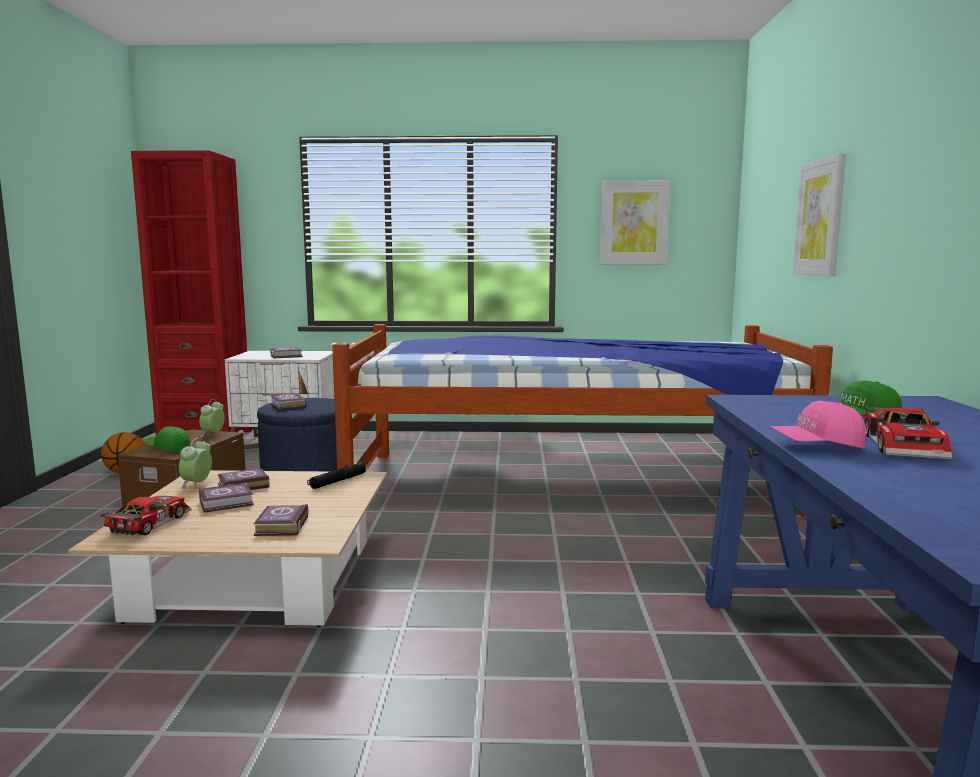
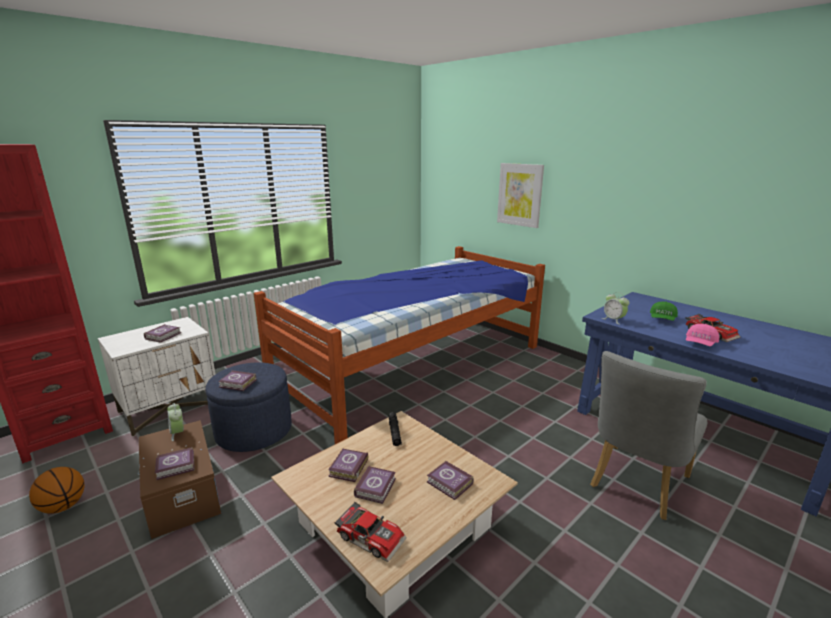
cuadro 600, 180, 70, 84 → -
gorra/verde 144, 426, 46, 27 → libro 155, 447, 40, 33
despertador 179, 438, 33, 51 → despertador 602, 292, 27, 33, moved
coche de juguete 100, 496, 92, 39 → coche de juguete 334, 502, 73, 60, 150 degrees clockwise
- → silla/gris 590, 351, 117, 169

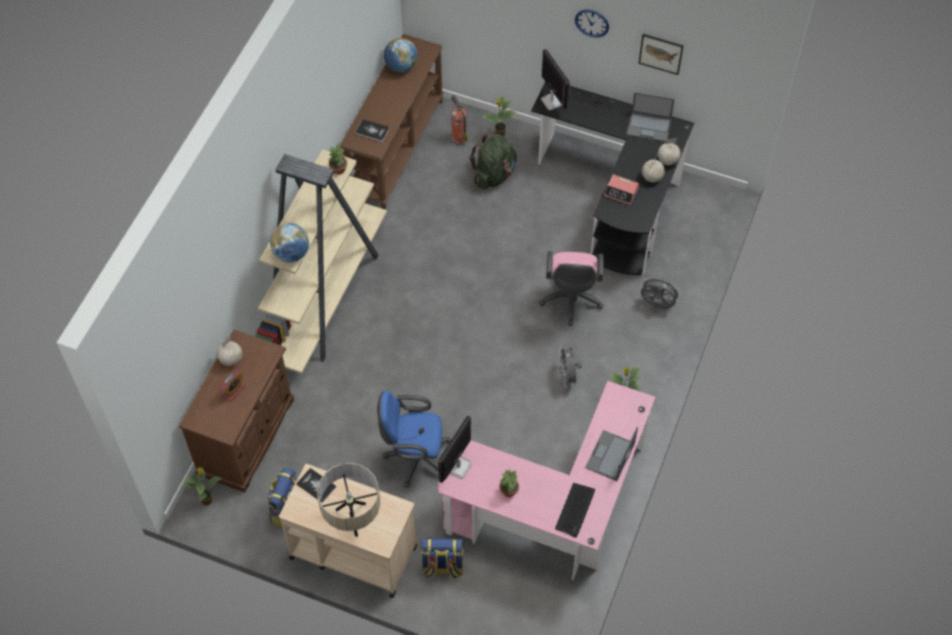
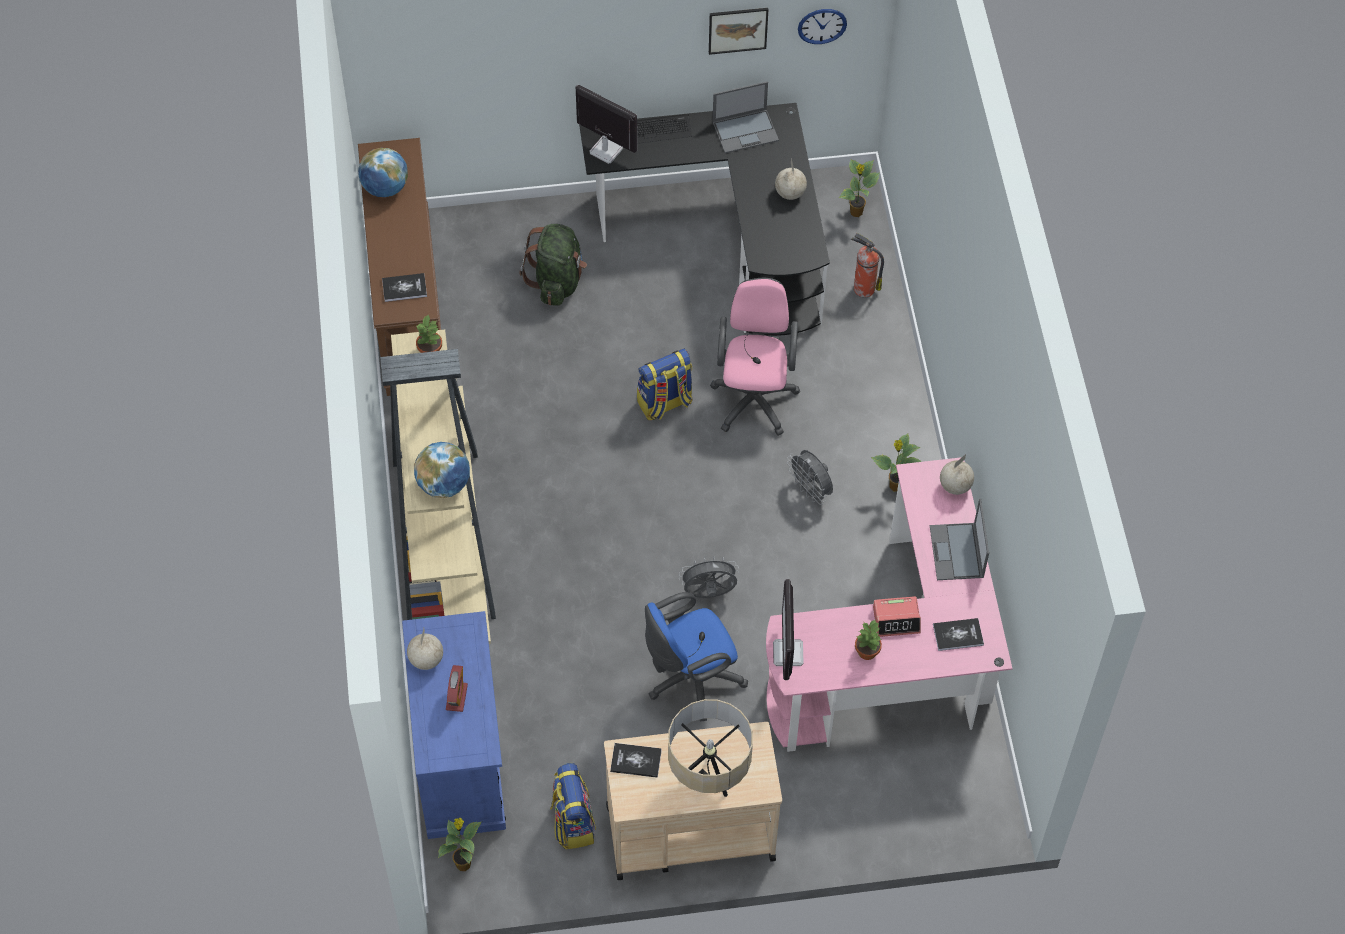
reloj de pared 575, 10, 34, 27 → reloj de pared 798, 9, 49, 35, moved
extintor 451, 95, 17, 49 → extintor 851, 233, 33, 64, moved
planta en maceta 482, 96, 35, 41 → planta en maceta 838, 160, 42, 57, moved
globo terráqueo 658, 138, 23, 27 → globo terráqueo 940, 454, 34, 41, moved
despertador 604, 174, 35, 31 → despertador 873, 596, 48, 41, moved
silla de oficina/rosa 539, 251, 65, 75 → silla de oficina/rosa 710, 278, 90, 158, 150 degrees counterclockwise
ventilador/gris 641, 277, 40, 31 → ventilador/gris 679, 556, 60, 42, moved
armario/marrón 179, 329, 115, 164 → armario/azul 402, 611, 104, 228
teclado 555, 483, 40, 55 → libro 933, 618, 51, 33
mochila 421, 537, 43, 42 → mochila 637, 349, 56, 71, moved

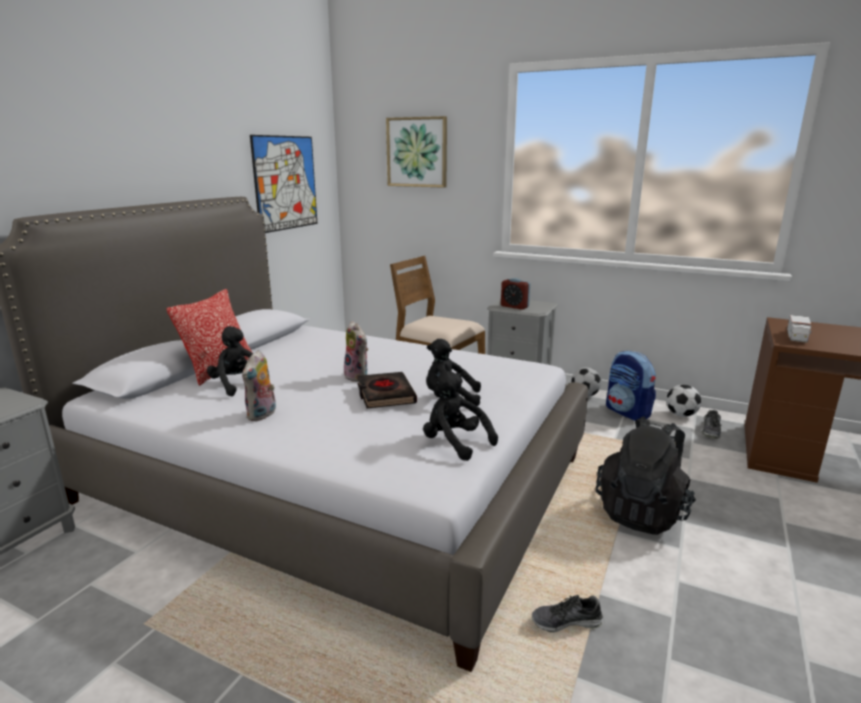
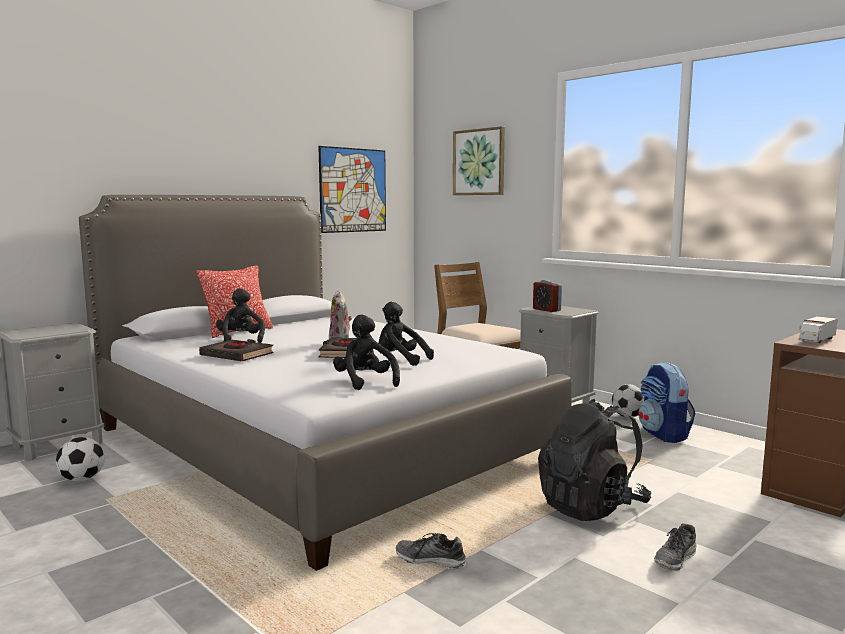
peluche 242, 350, 34, 71 → libro/negro 199, 339, 74, 23
balón de fútbol 666, 385, 35, 32 → balón de fútbol 56, 437, 49, 45, moved
zapato 702, 410, 20, 29 → zapato 654, 523, 43, 48, moved

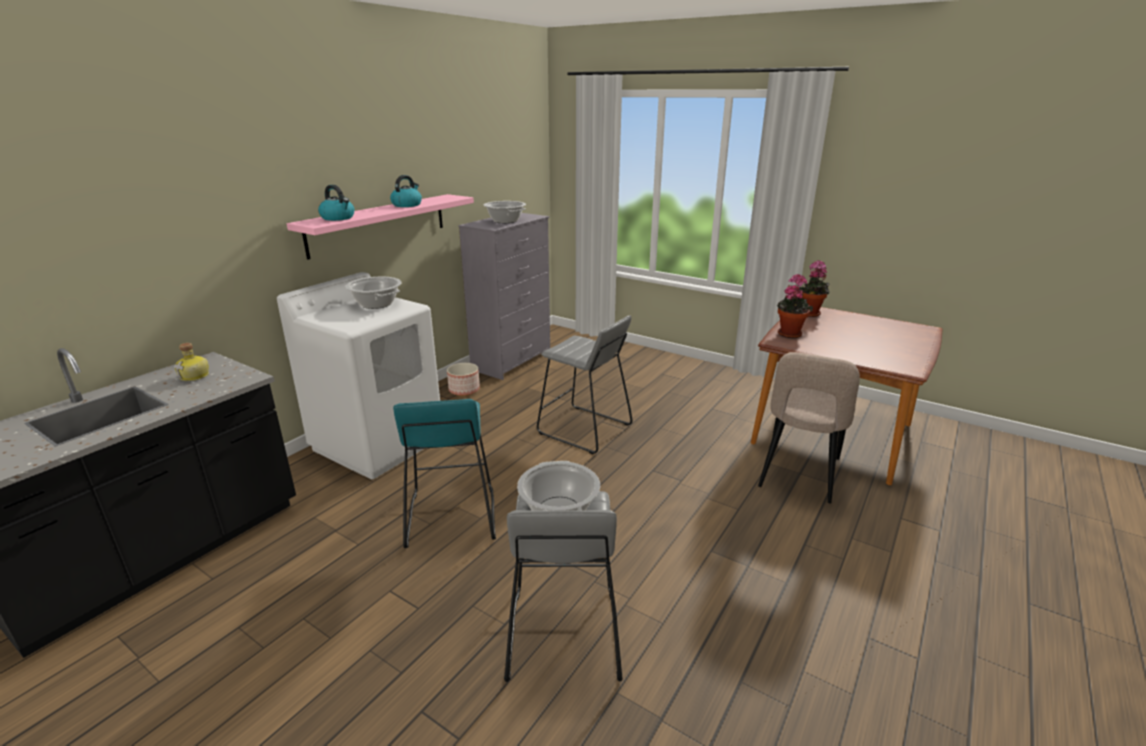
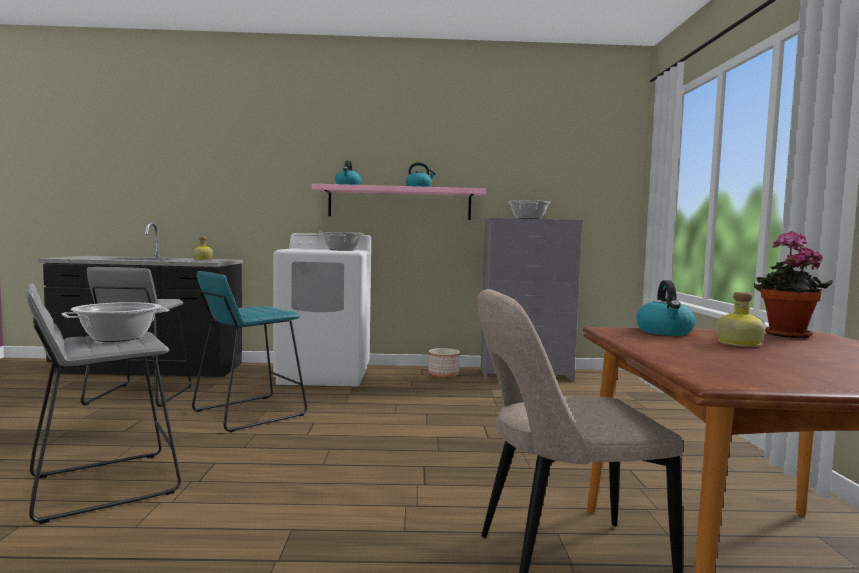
planta en maceta 777, 274, 36, 64 → hervidor 636, 280, 59, 56
taburete/gris 537, 316, 96, 138 → taburete/gris 81, 267, 110, 140, moved
- → botella 716, 292, 49, 55

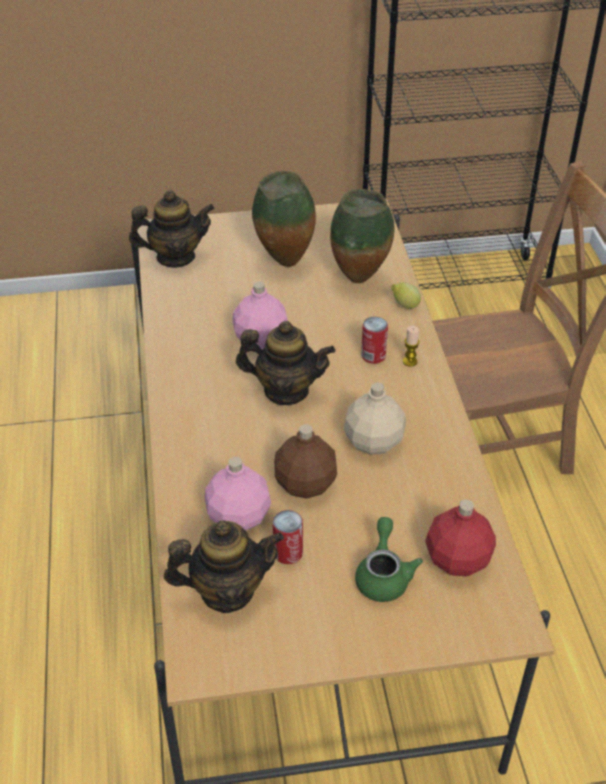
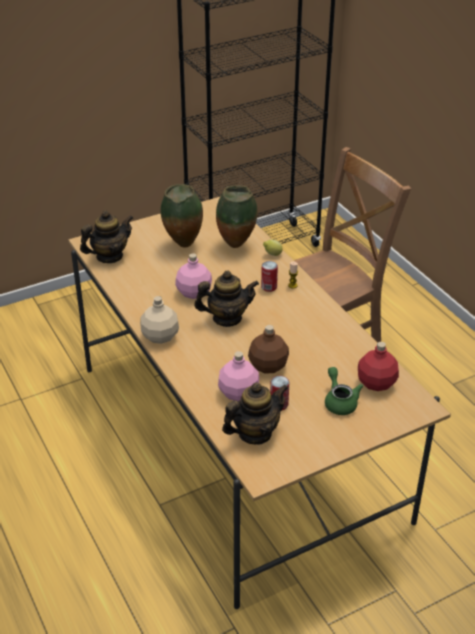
botella/beis 344, 382, 62, 73 → botella/beis 140, 296, 39, 48, moved

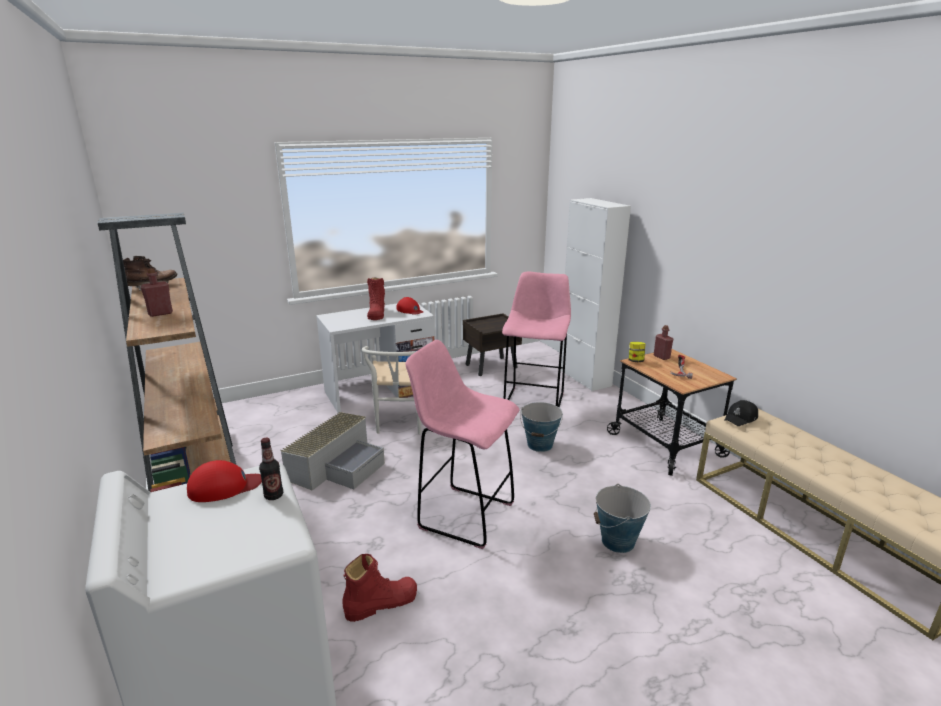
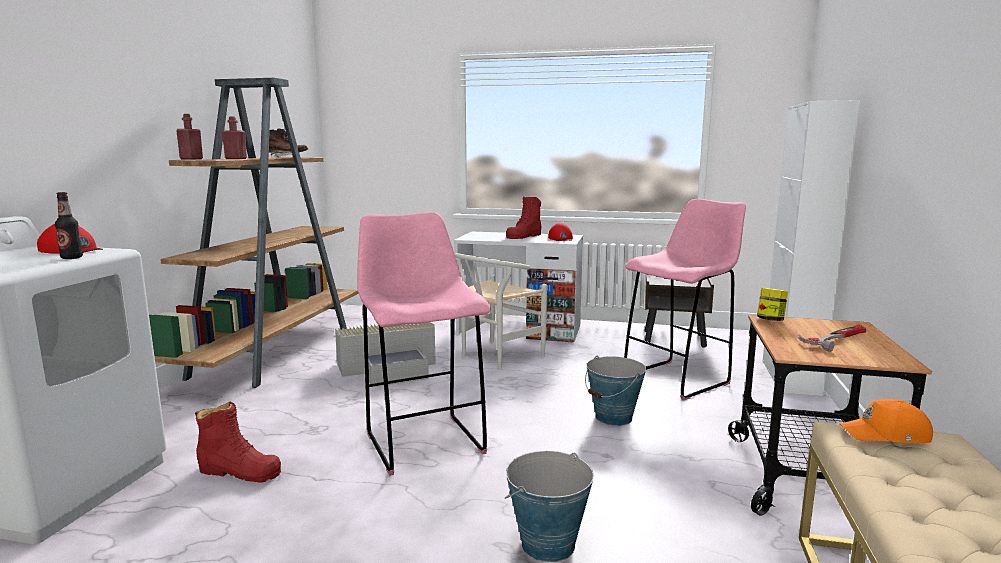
botella/rojo 654, 325, 19, 35 → botella/rojo 176, 114, 27, 46, moved
gorra/negro 724, 400, 34, 26 → gorra/naranja 840, 399, 93, 44

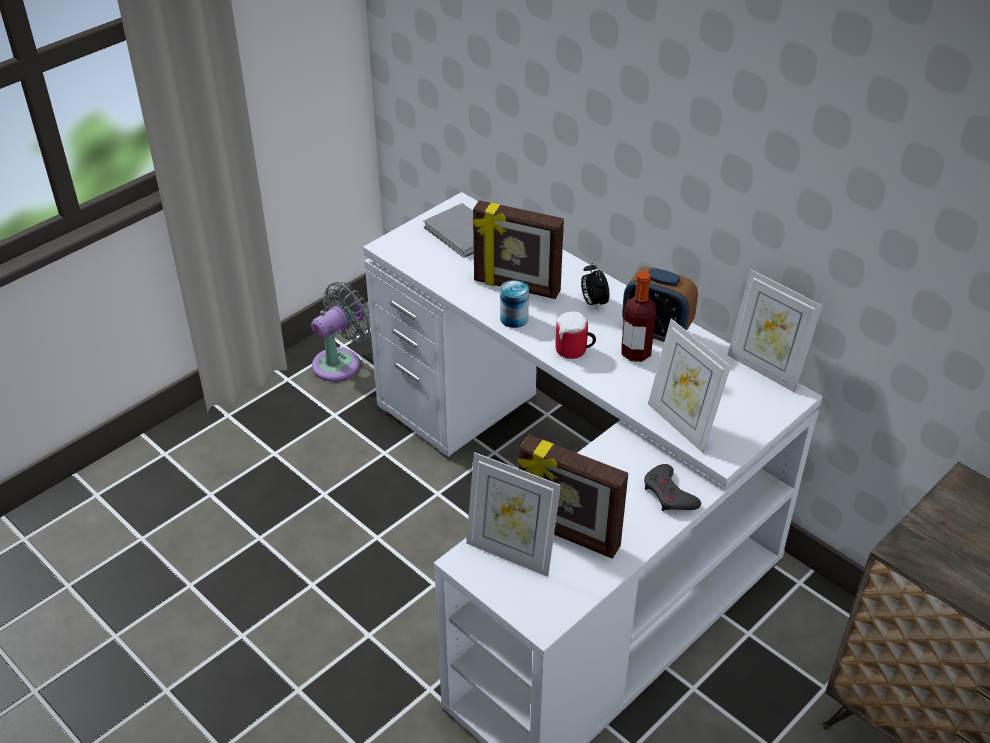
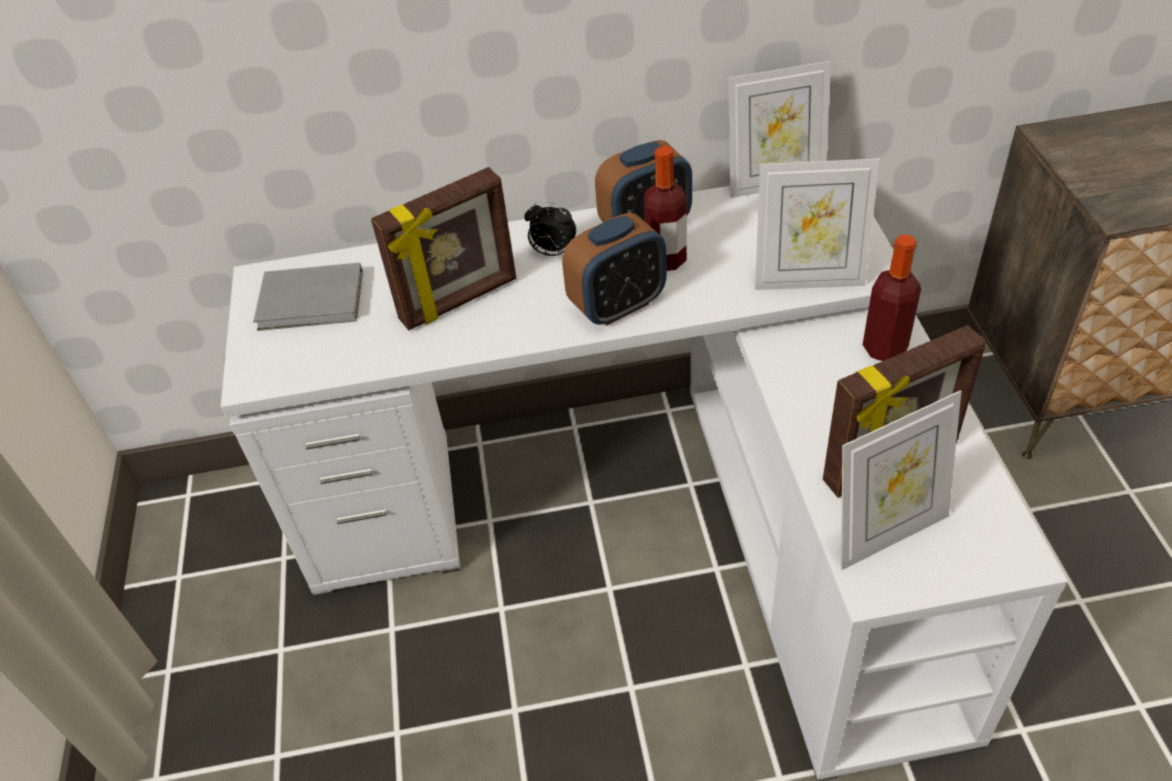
lata 500, 280, 29, 48 → -
ventilador/gris 311, 282, 60, 100 → -
taza grande 555, 312, 41, 47 → despertador 562, 212, 105, 114
mando de consola/gris 644, 464, 57, 47 → botella 863, 234, 58, 127

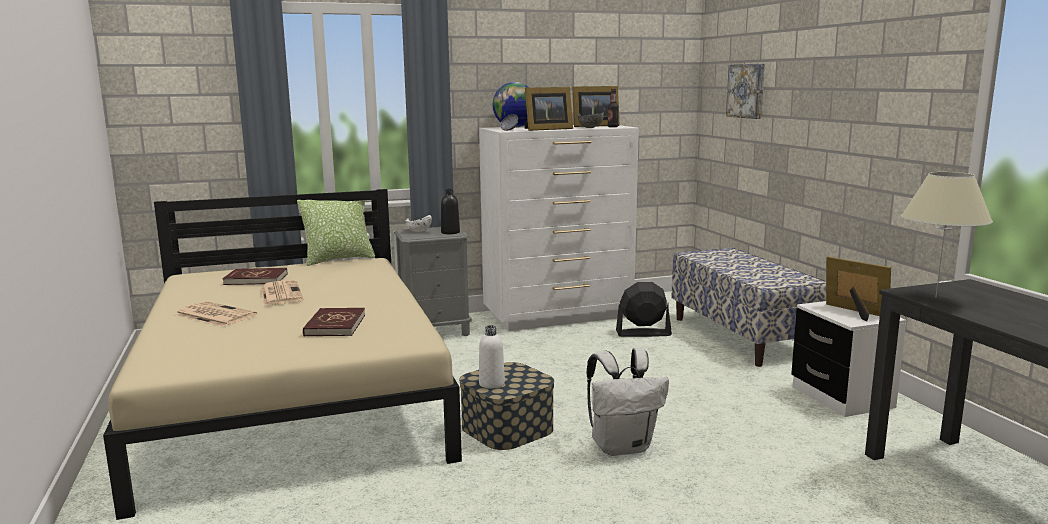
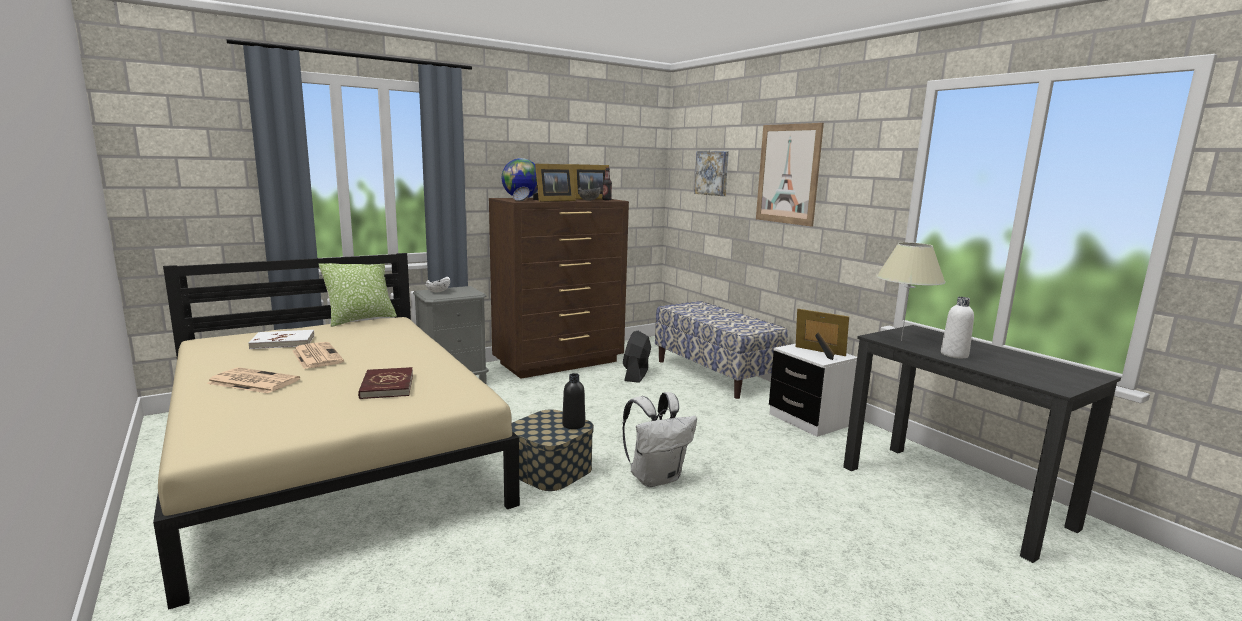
cómoda/blanco 479, 125, 160, 206 → cómoda/marrón 489, 198, 140, 181
botella/negro 441, 189, 19, 45 → botella/negro 562, 373, 23, 56, moved
libro/rojo 223, 268, 64, 17 → libro/blanco 248, 330, 66, 19
ventilador/negro 616, 282, 56, 55 → ventilador/negro 623, 331, 28, 52, 60 degrees counterclockwise
botella/blanco 479, 325, 26, 64 → botella/blanco 941, 297, 33, 61, moved
- → cuadro 756, 123, 68, 104

